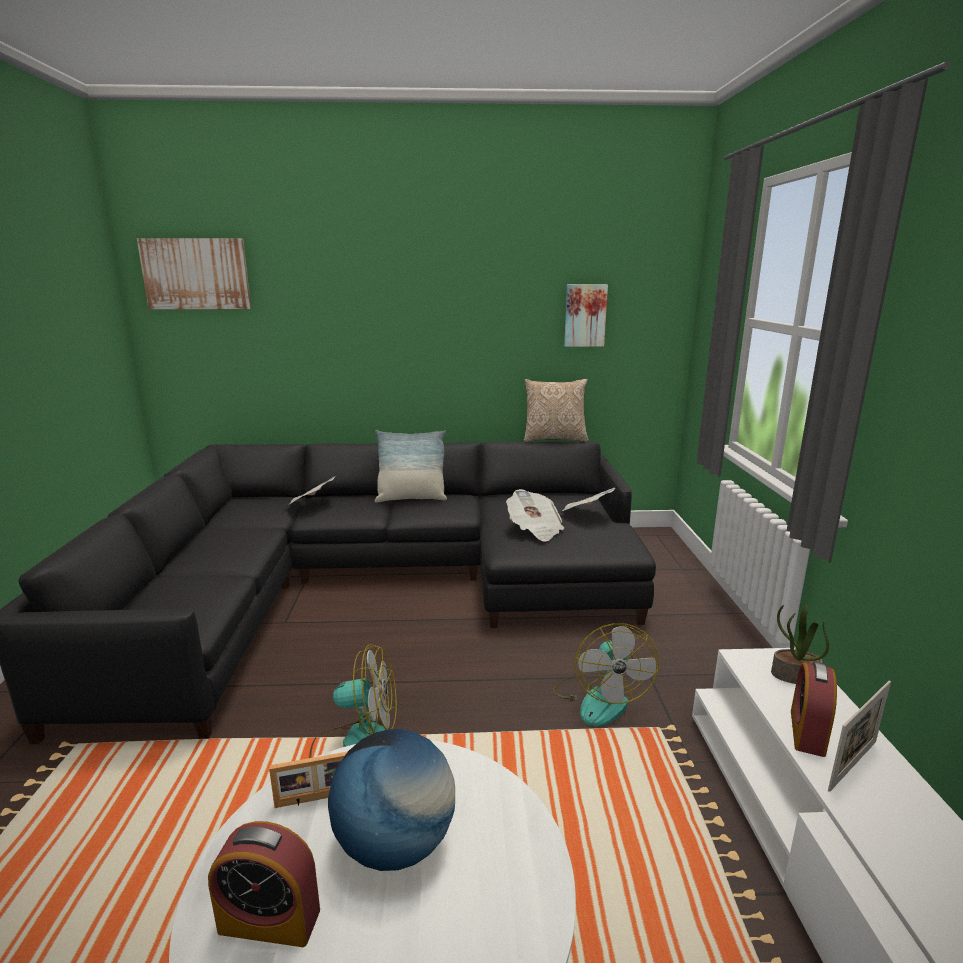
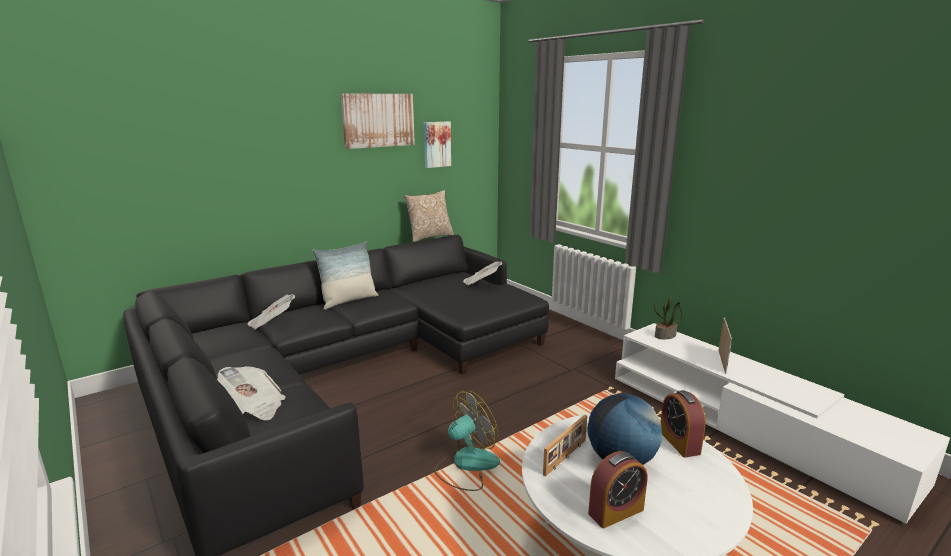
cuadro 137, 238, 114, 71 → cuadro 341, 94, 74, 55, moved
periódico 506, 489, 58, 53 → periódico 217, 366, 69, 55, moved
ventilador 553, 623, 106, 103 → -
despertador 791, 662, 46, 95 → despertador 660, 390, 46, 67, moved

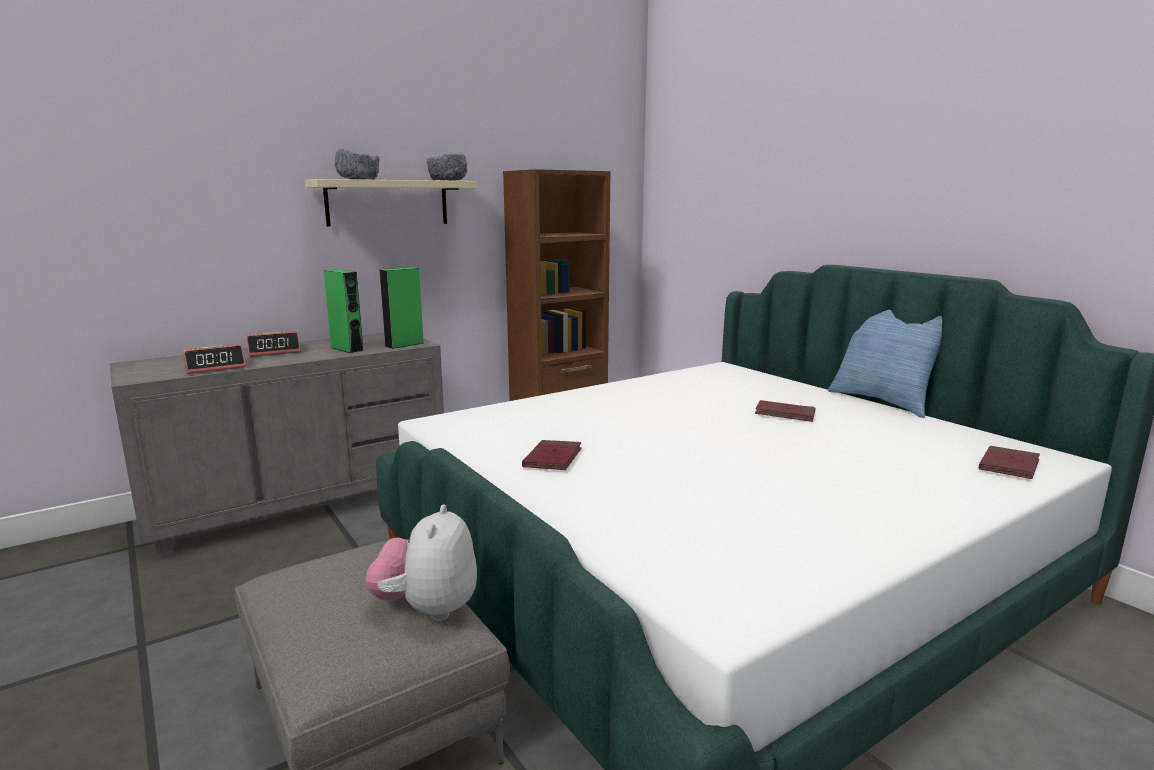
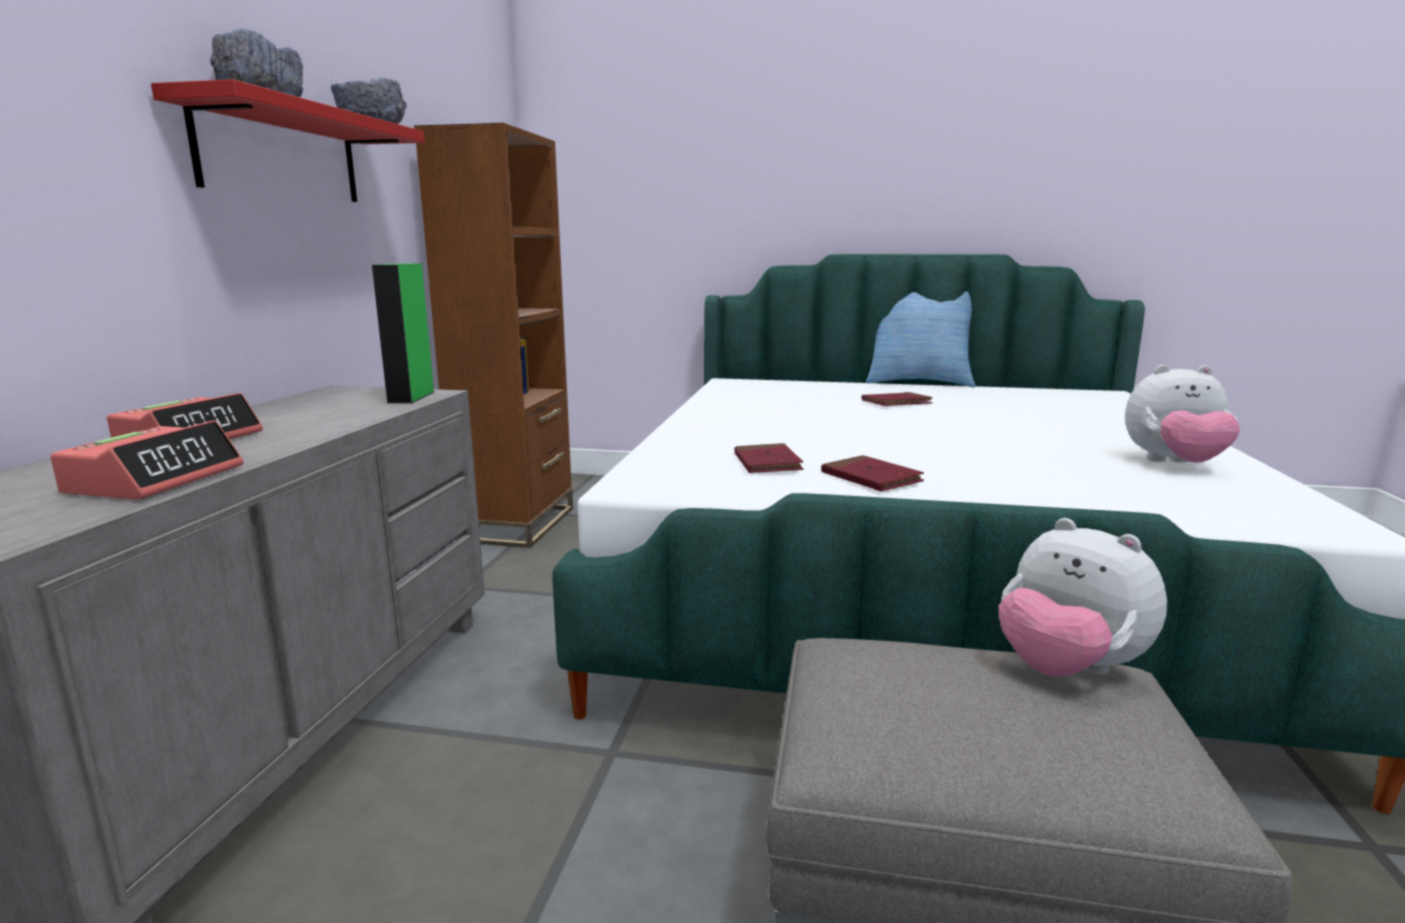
estante/beis 305, 179, 172, 48 → estante/rojo 151, 79, 274, 123
altavoz/verde 324, 269, 39, 84 → -
libro/rojo 979, 446, 61, 33 → libro/rojo 735, 443, 68, 30, moved
- → peluche 1125, 365, 115, 98

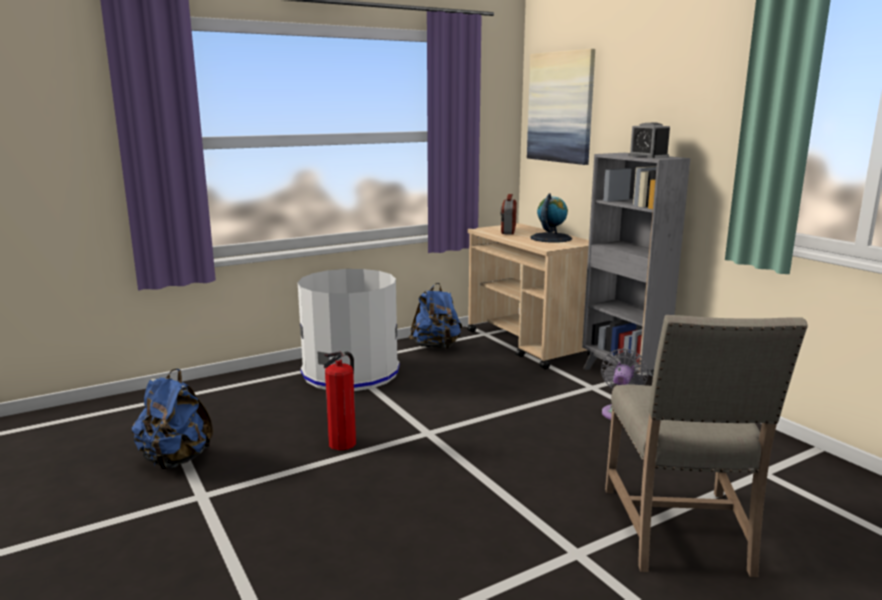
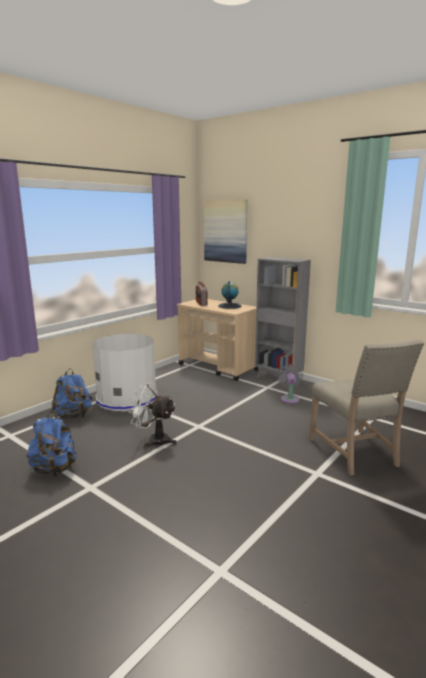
despertador 629, 123, 41, 35 → -
mochila/azul 409, 283, 53, 66 → mochila/azul 52, 369, 41, 49, moved
extintor 324, 352, 32, 98 → ventilador/blanco 129, 382, 48, 66

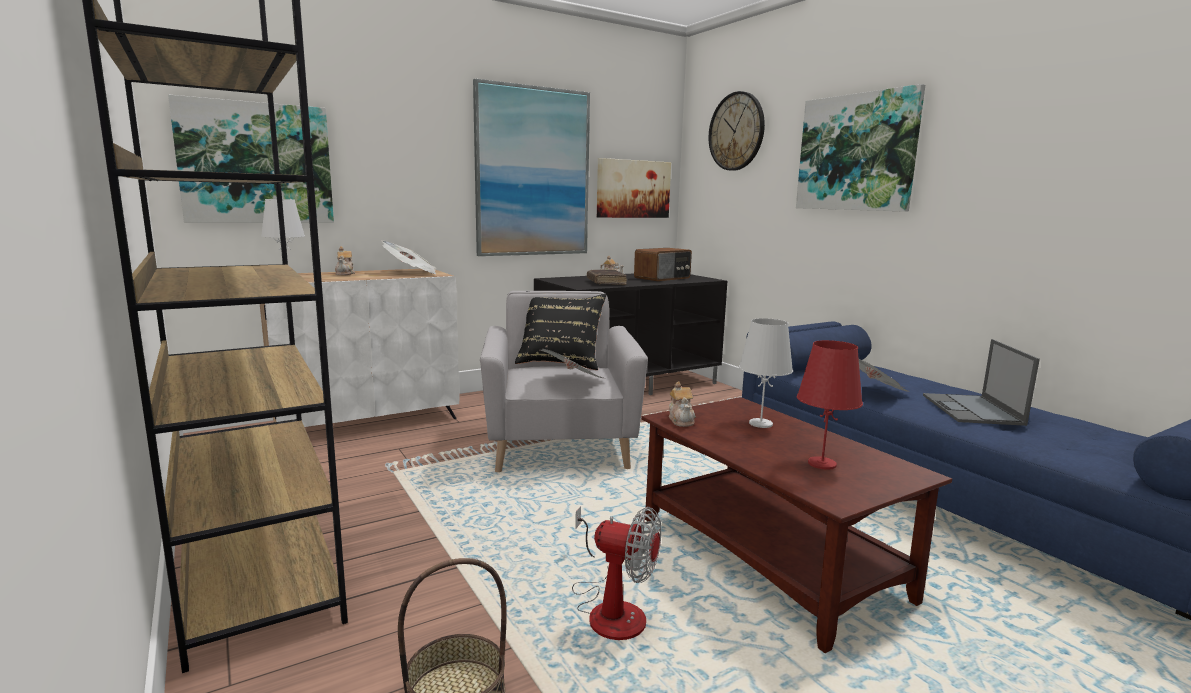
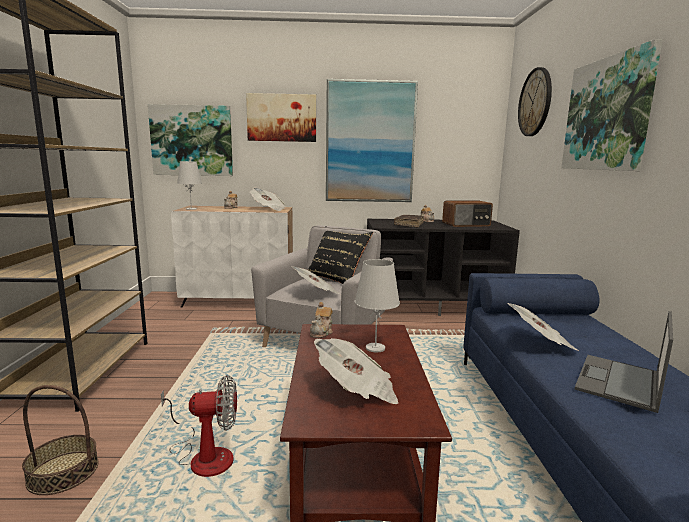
cuadro 597, 158, 74, 60 → cuadro 246, 93, 70, 49, moved
lámpara de mesa/rojo 797, 340, 66, 130 → periódico 314, 338, 84, 66
ventilador 572, 506, 90, 134 → ventilador 161, 375, 76, 102, 60 degrees counterclockwise

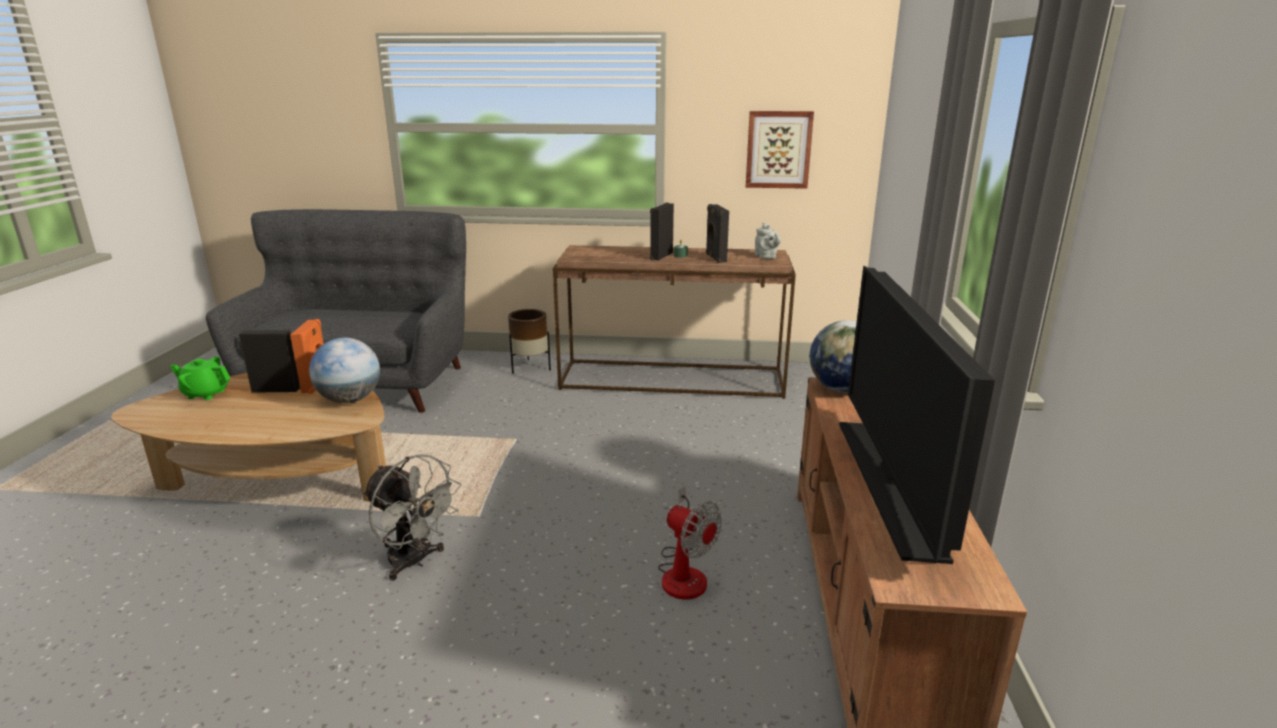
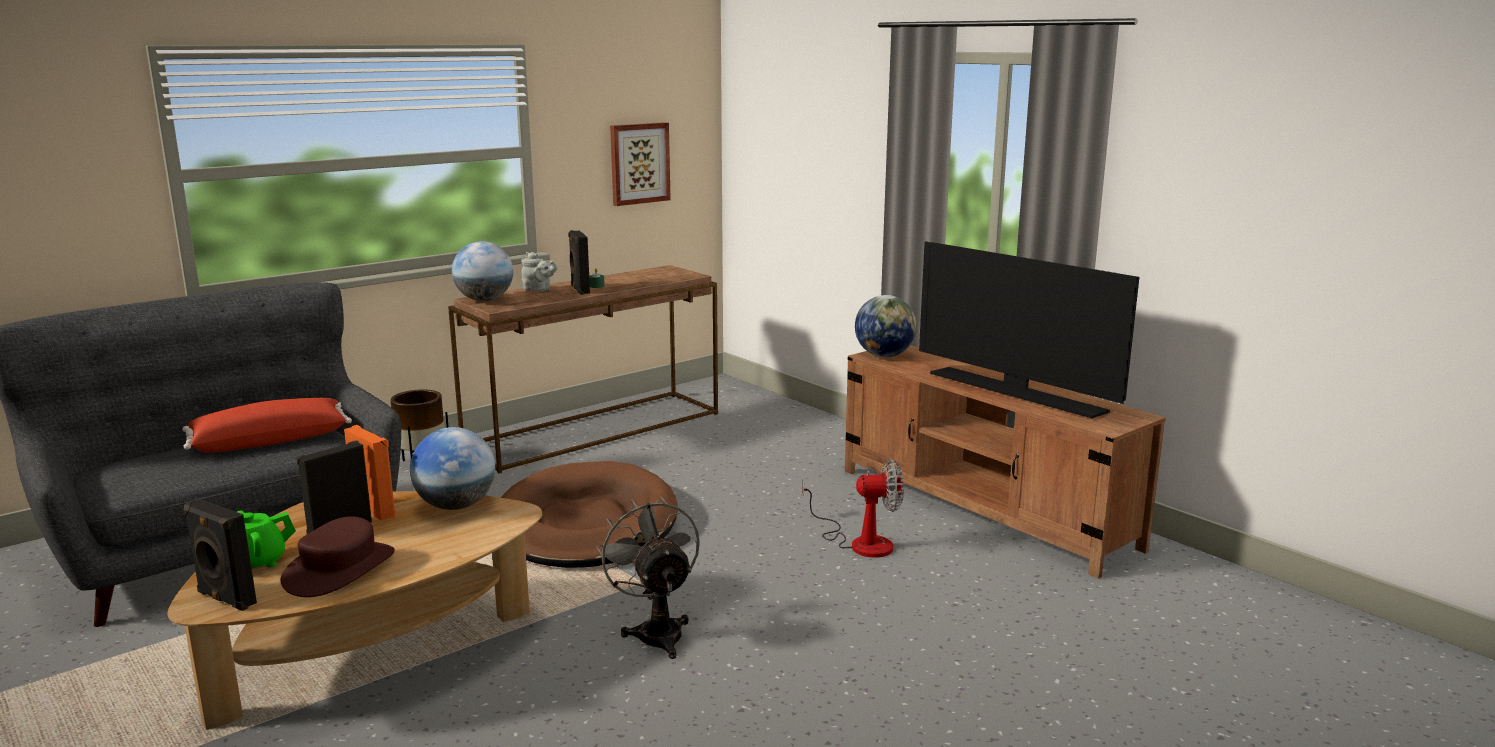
altavoz/negro 706, 204, 23, 59 → altavoz/negro 184, 499, 73, 112, moved
tetera/gris 755, 222, 26, 37 → tetera/gris 521, 252, 37, 39, moved
ventilador/gris 363, 454, 98, 127 → ventilador/gris 597, 497, 103, 162, 105 degrees counterclockwise
- → globo terráqueo 452, 241, 61, 60
- → cojín/rojo 182, 398, 170, 55
- → cama para perro/marrón 501, 461, 177, 107
- → sombrero/marrón 281, 516, 114, 81

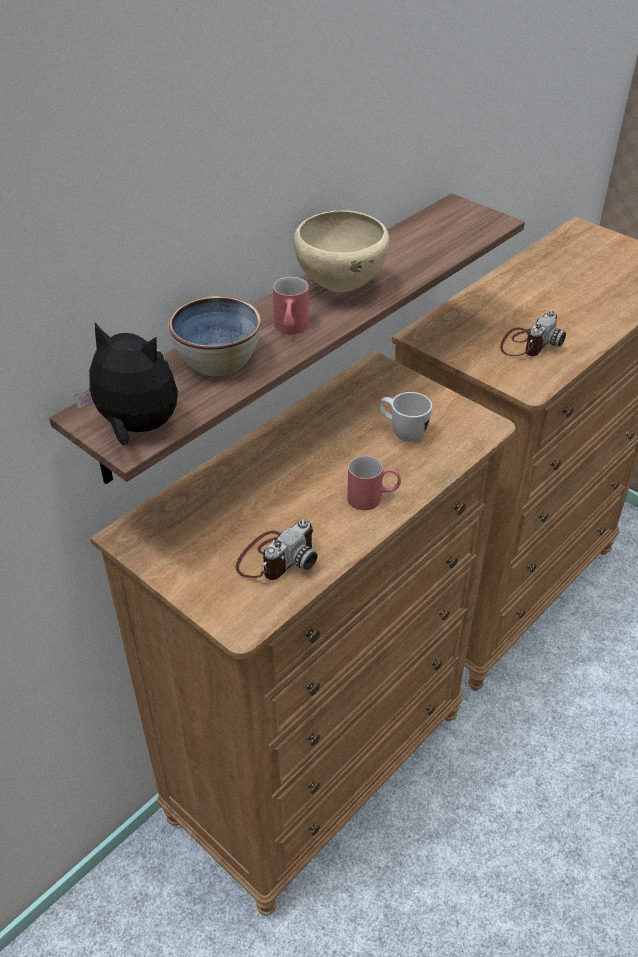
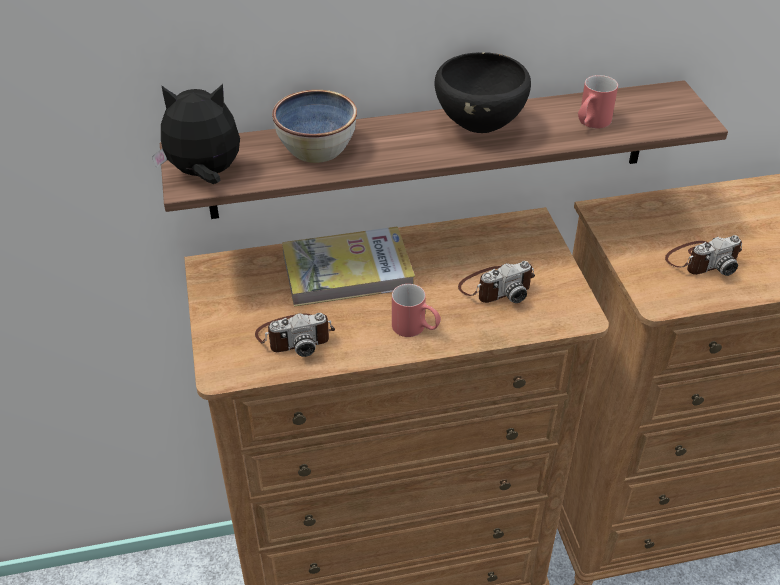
cuenco/beis 294, 210, 95, 83 → cuenco/negro 435, 52, 96, 81
taza grande/rojo 273, 277, 36, 57 → taza grande/rojo 578, 75, 40, 53, moved
peluche 74, 323, 104, 123 → peluche 152, 84, 88, 100, 60 degrees counterclockwise
taza grande/blanco 378, 392, 54, 50 → cámara 458, 261, 77, 42
- → libro 282, 227, 133, 80

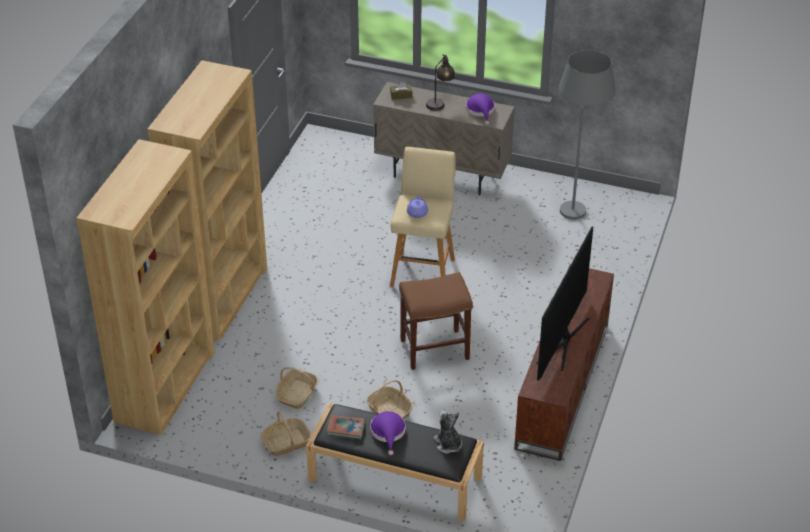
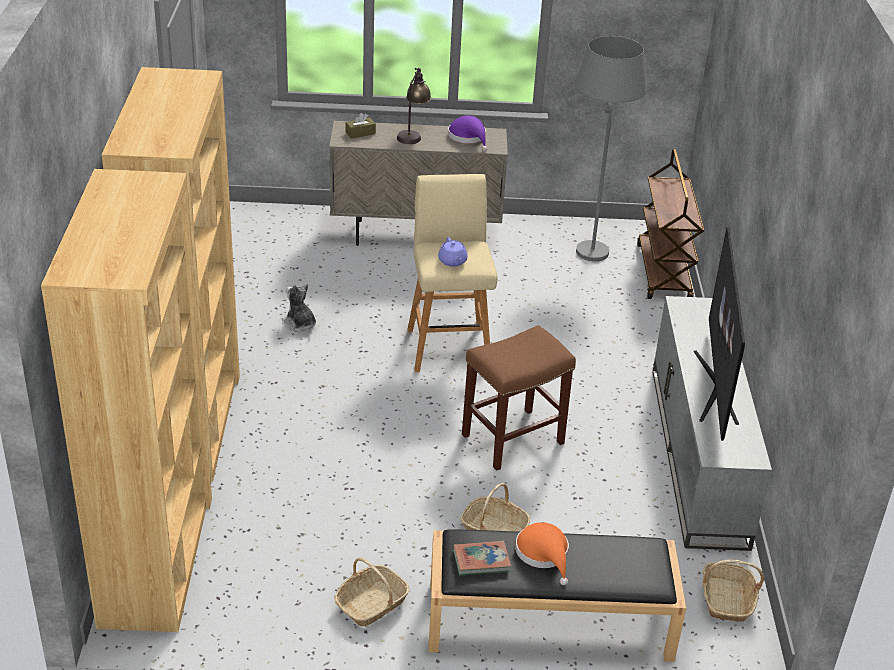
mueble de televisión/marrón 514, 264, 100, 197 → mueble de televisión/gris 652, 296, 120, 255
cesta 275, 367, 44, 42 → cesta 703, 559, 61, 63, moved
sombrero/morado 370, 411, 36, 44 → sombrero/naranja 515, 522, 54, 63
peluche 434, 411, 28, 42 → peluche 282, 284, 34, 48, moved
- → carrito/marrón 637, 149, 67, 150

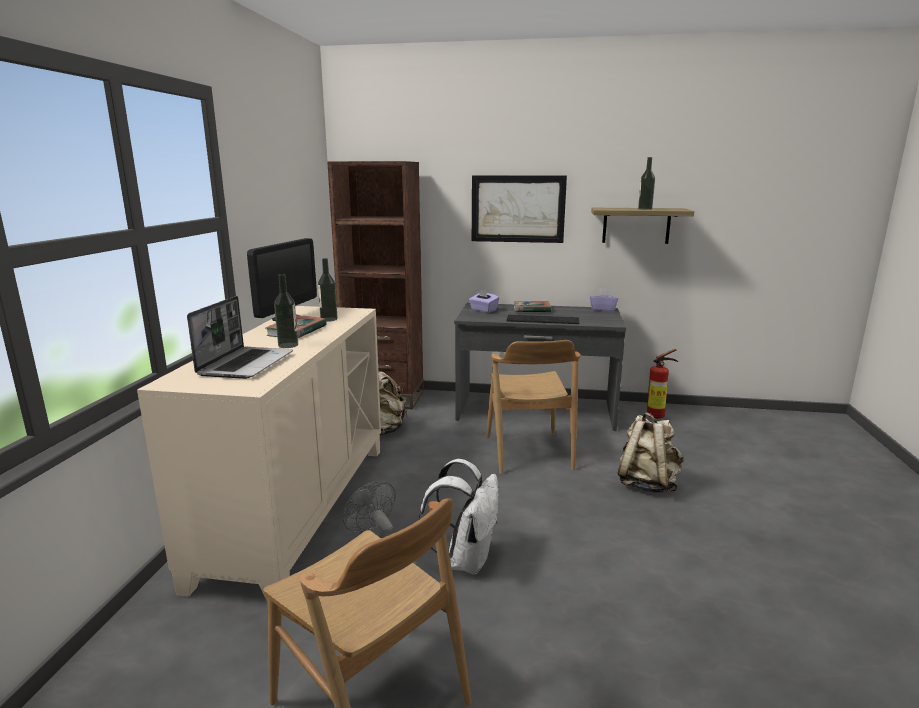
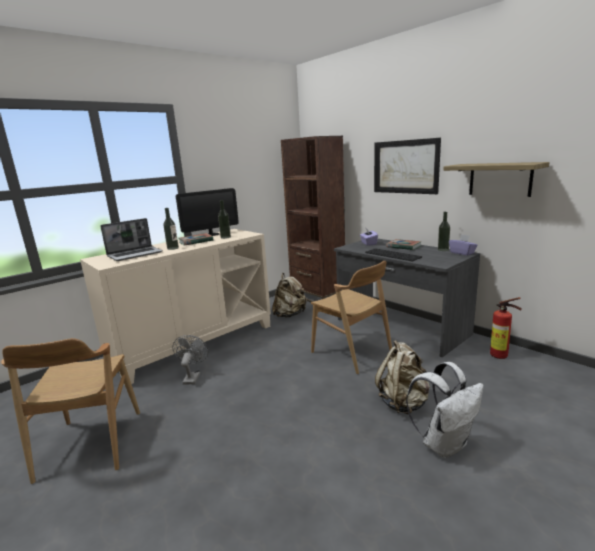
botella 638, 157, 17, 53 → botella 438, 211, 12, 40, moved
silla/marrón 486, 340, 95, 134 → silla/marrón 311, 261, 81, 113, 75 degrees counterclockwise
mochila/blanco 419, 459, 80, 116 → mochila/blanco 406, 362, 78, 96, moved

